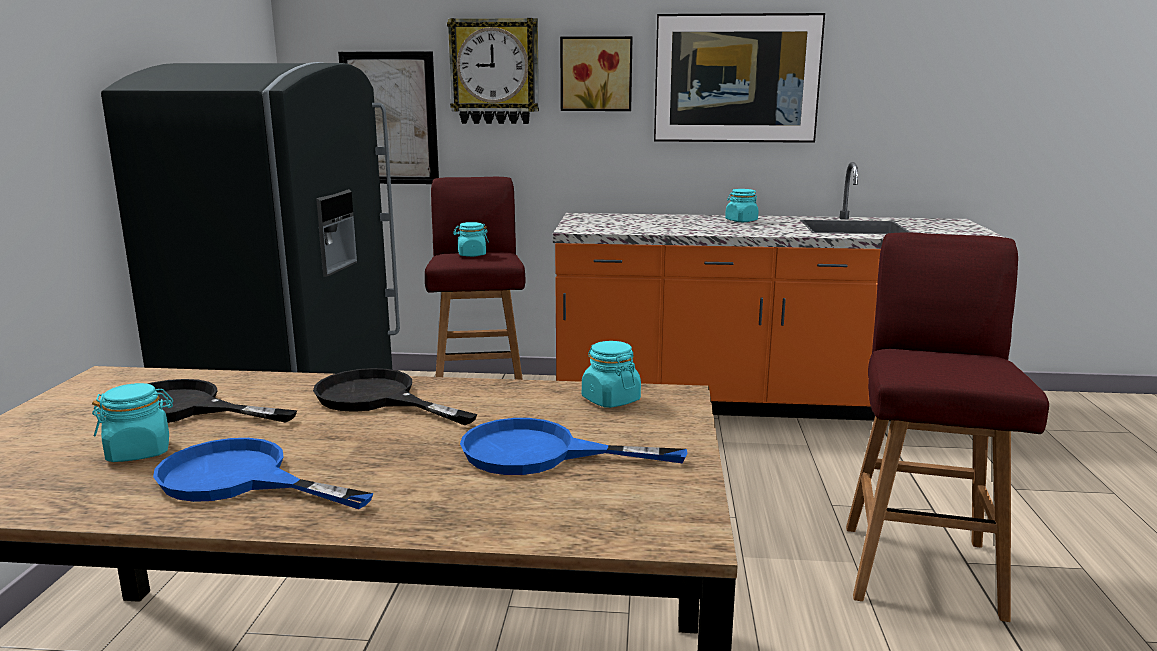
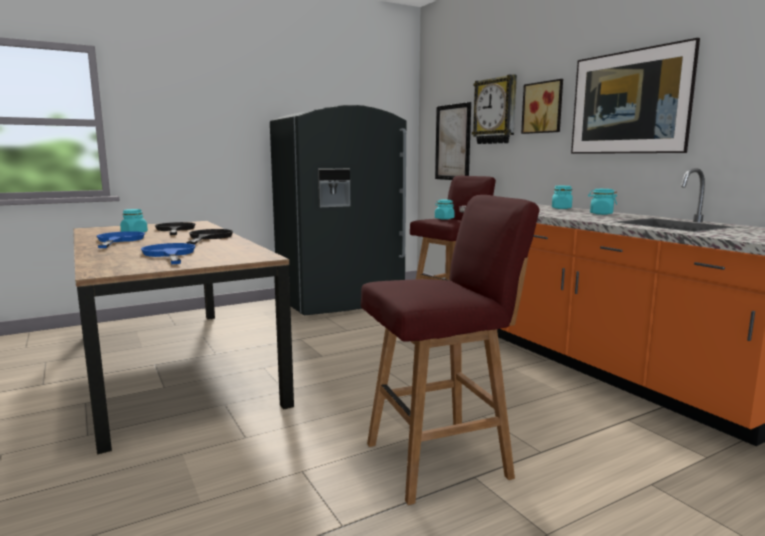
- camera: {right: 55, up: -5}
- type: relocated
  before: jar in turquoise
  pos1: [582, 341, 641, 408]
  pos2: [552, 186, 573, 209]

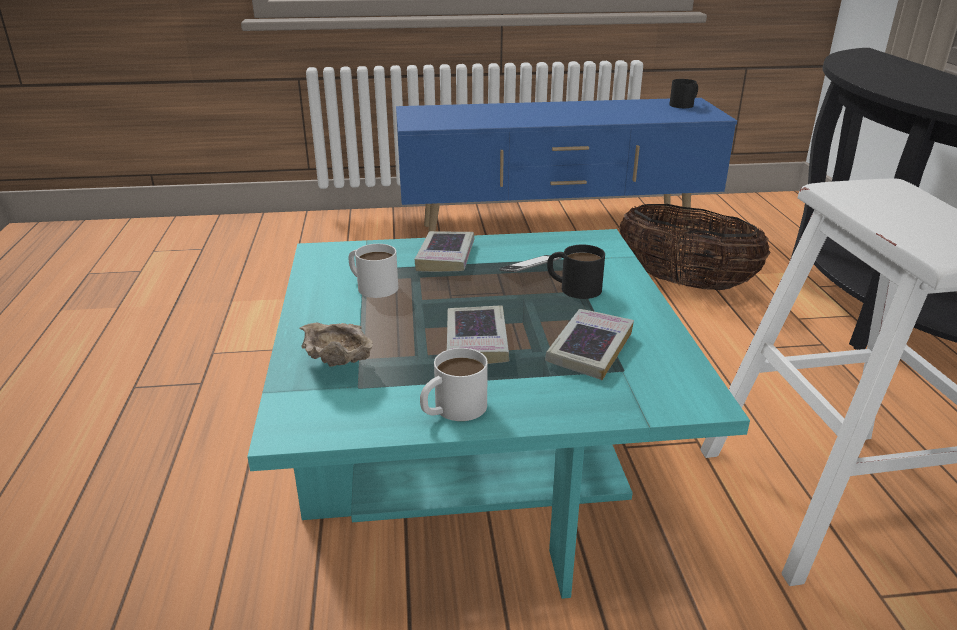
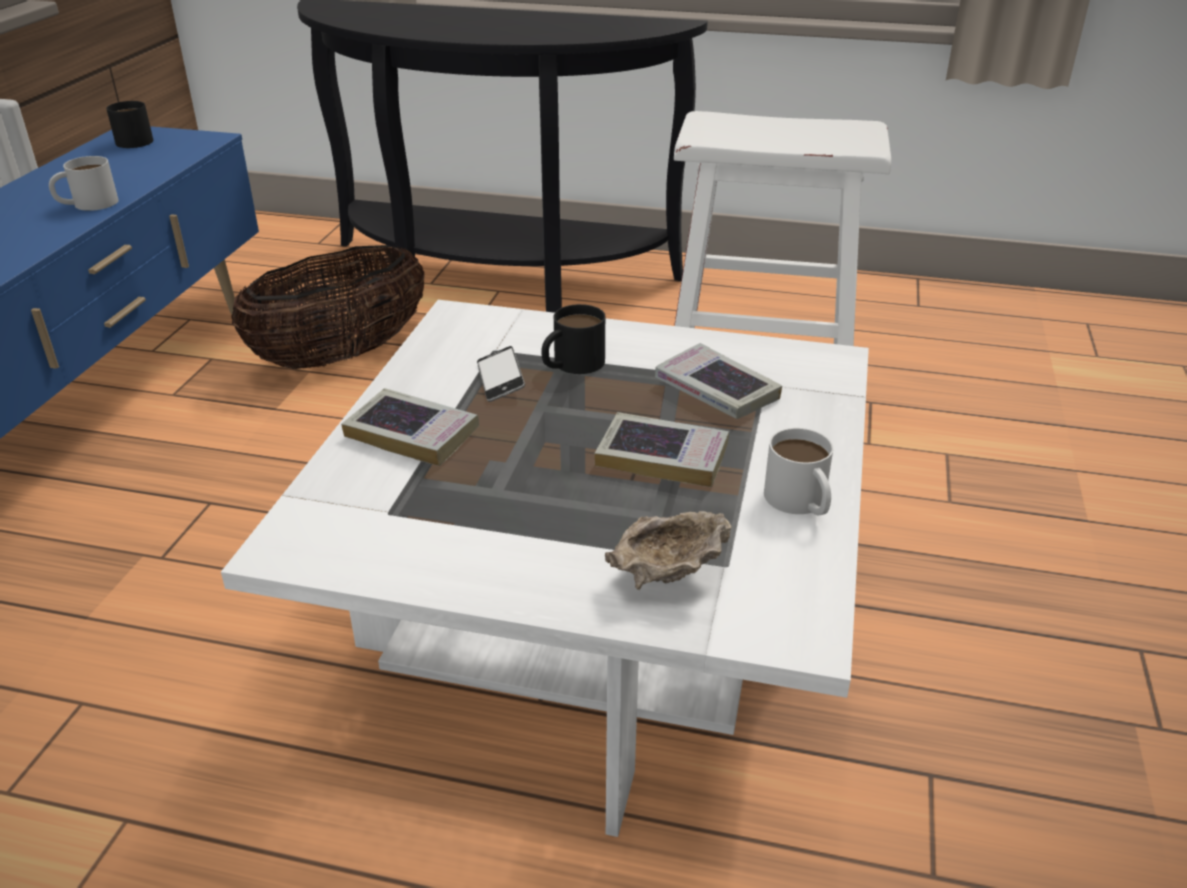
- camera: {right: -70, up: 5}
- type: relocated
  before: mug in white
  pos1: [348, 244, 398, 298]
  pos2: [49, 156, 119, 211]
- type: colour
  before: coffee table in turquoise
  after: coffee table in white
  pos1: [247, 229, 750, 599]
  pos2: [221, 300, 869, 837]

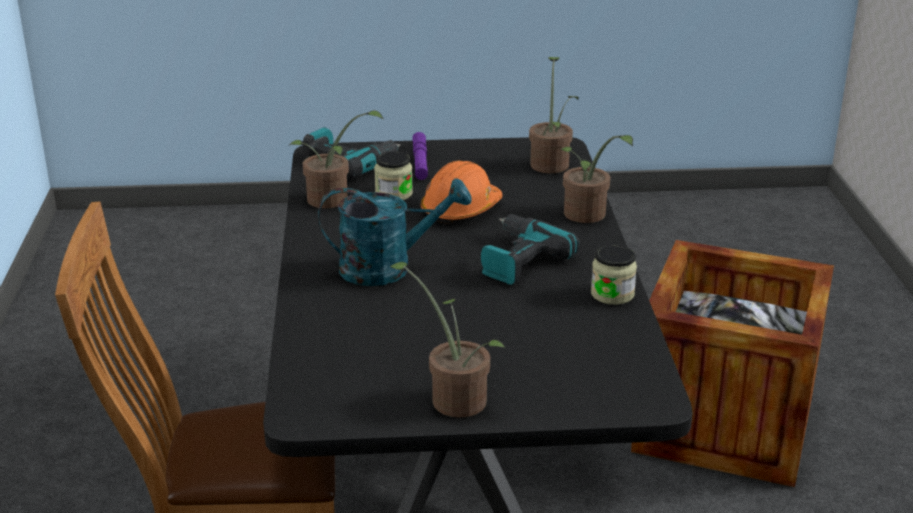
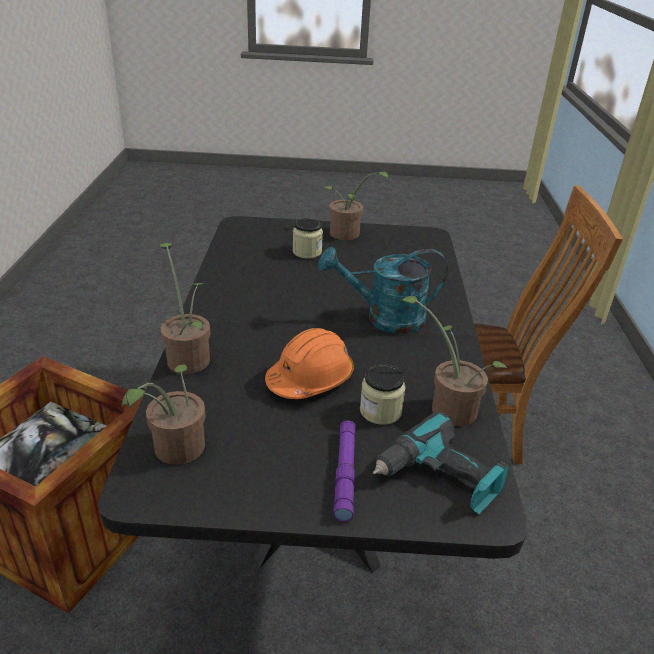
- camera: {right: -175, up: 5}
- type: missing
  before: power drill
  pos1: [481, 214, 580, 285]
- type: relocated
  before: jar
  pos1: [591, 245, 637, 305]
  pos2: [293, 218, 323, 259]

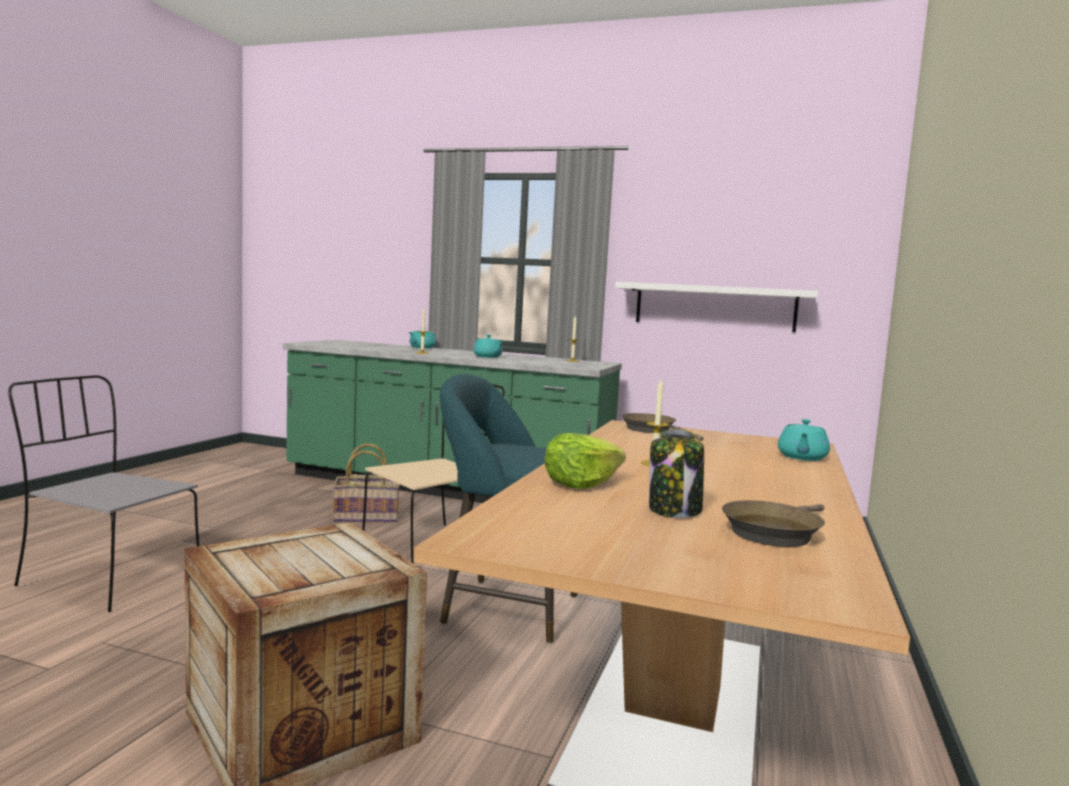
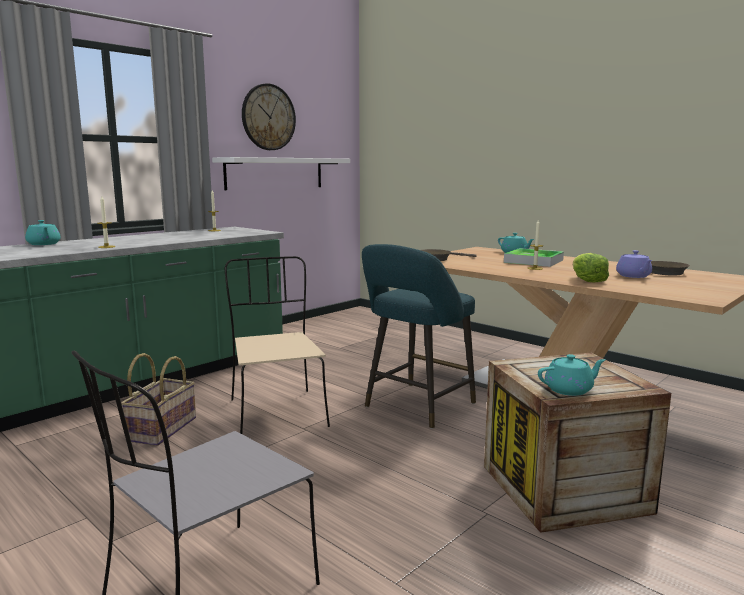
- camera: {right: -65, up: 5}
- type: appeared
  after: wall clock
  pos2: [242, 83, 296, 150]
- type: appeared
  after: tray
  pos2: [504, 248, 564, 267]
- type: relocated
  before: teapot in turquoise
  pos1: [474, 335, 504, 358]
  pos2: [538, 354, 606, 396]
- type: exchanged
  before: jar
  after: teapot in purple
  pos1: [649, 429, 704, 518]
  pos2: [616, 250, 652, 278]

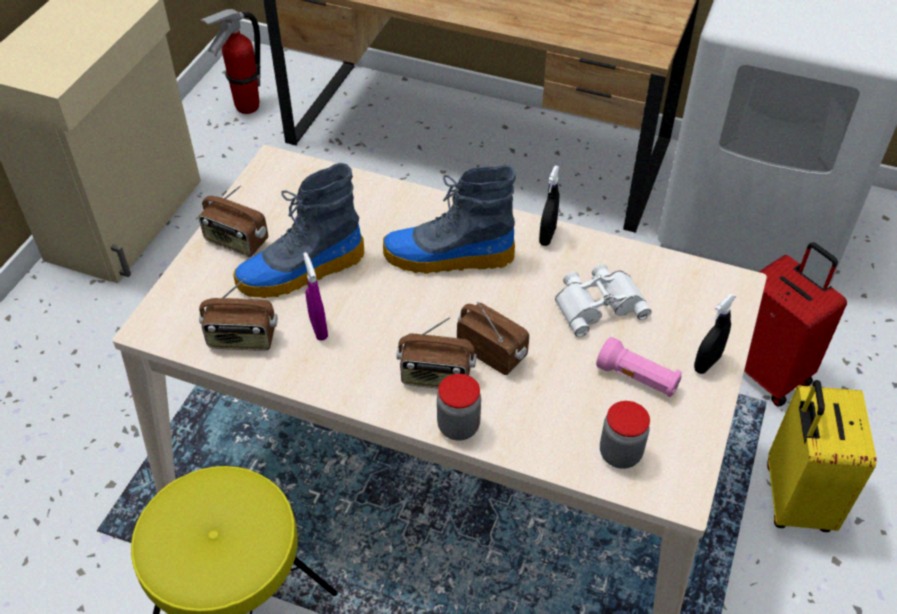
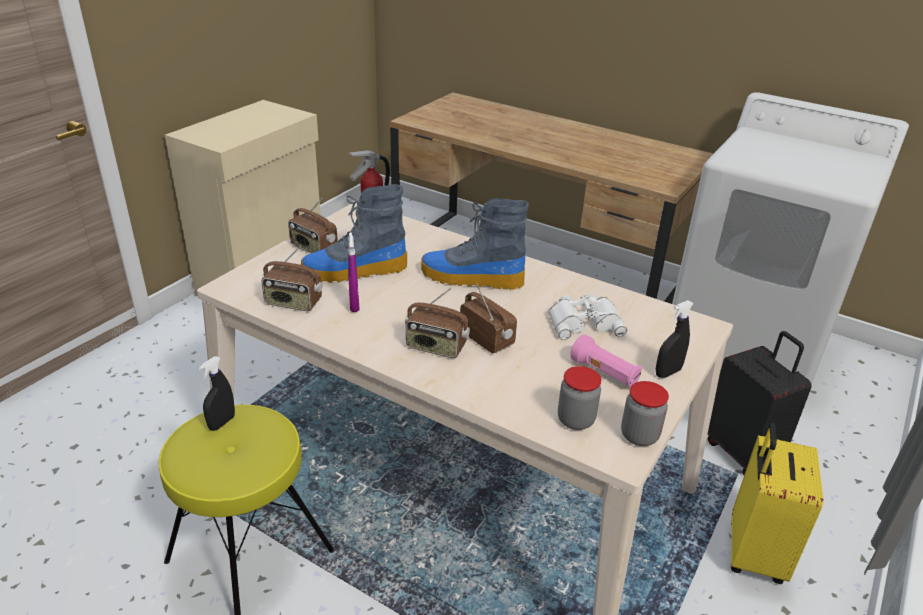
- camera: {right: 10, up: -15}
- type: relocated
  before: jar
  pos1: [437, 374, 481, 441]
  pos2: [621, 381, 669, 446]
- type: relocated
  before: spray bottle in black
  pos1: [539, 165, 560, 246]
  pos2: [199, 357, 235, 431]
- type: colour
  before: suitcase in red
  after: suitcase in black
  pos1: [744, 242, 847, 407]
  pos2: [708, 331, 812, 475]

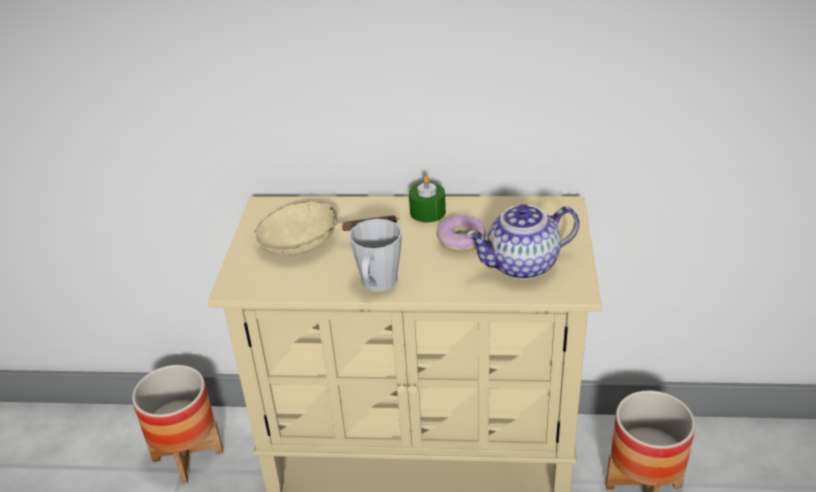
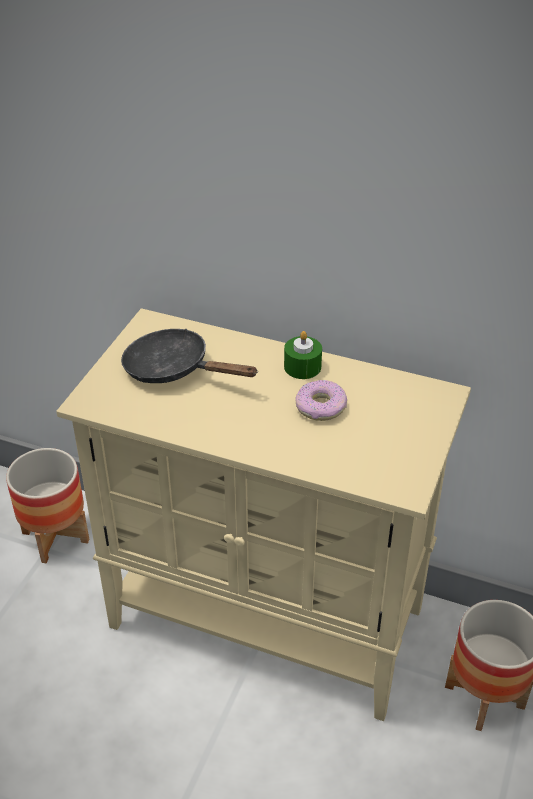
- camera: {right: 15, up: 5}
- type: missing
  before: mug in grey
  pos1: [349, 219, 402, 292]
- type: missing
  before: teapot
  pos1: [466, 204, 580, 280]
- type: colour
  before: frying pan in beige
  after: frying pan in black
  pos1: [254, 201, 399, 256]
  pos2: [121, 329, 258, 383]

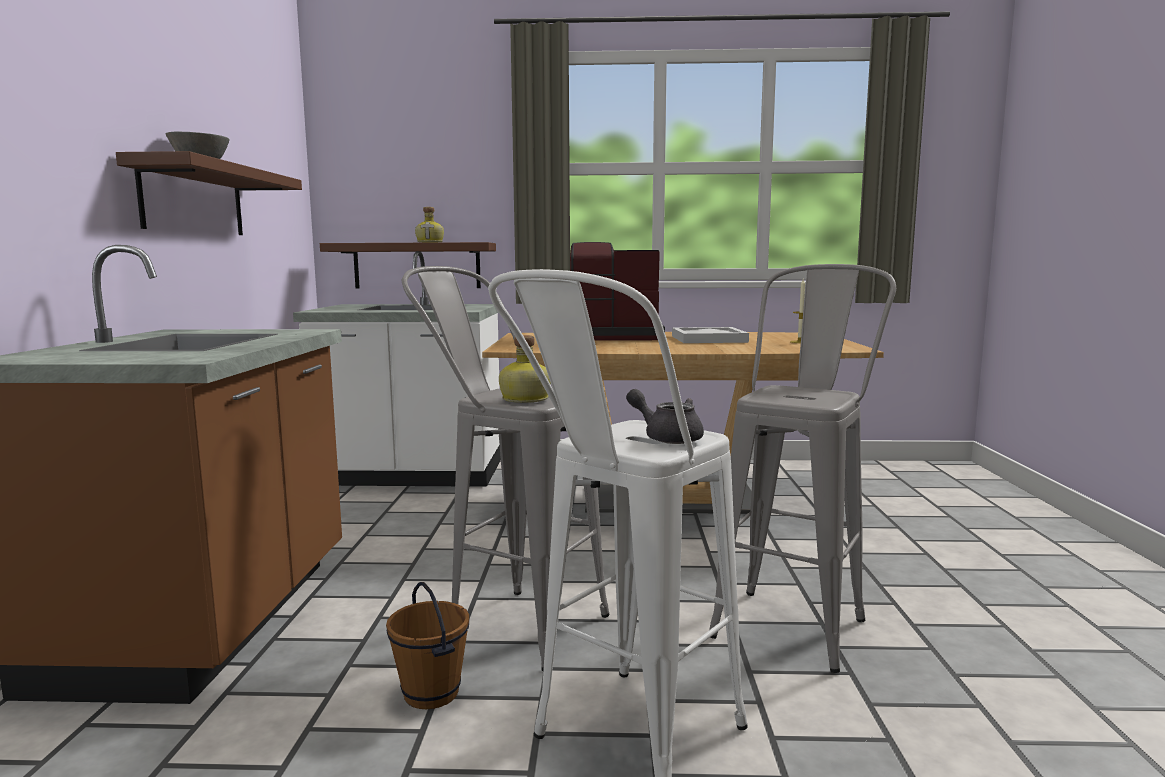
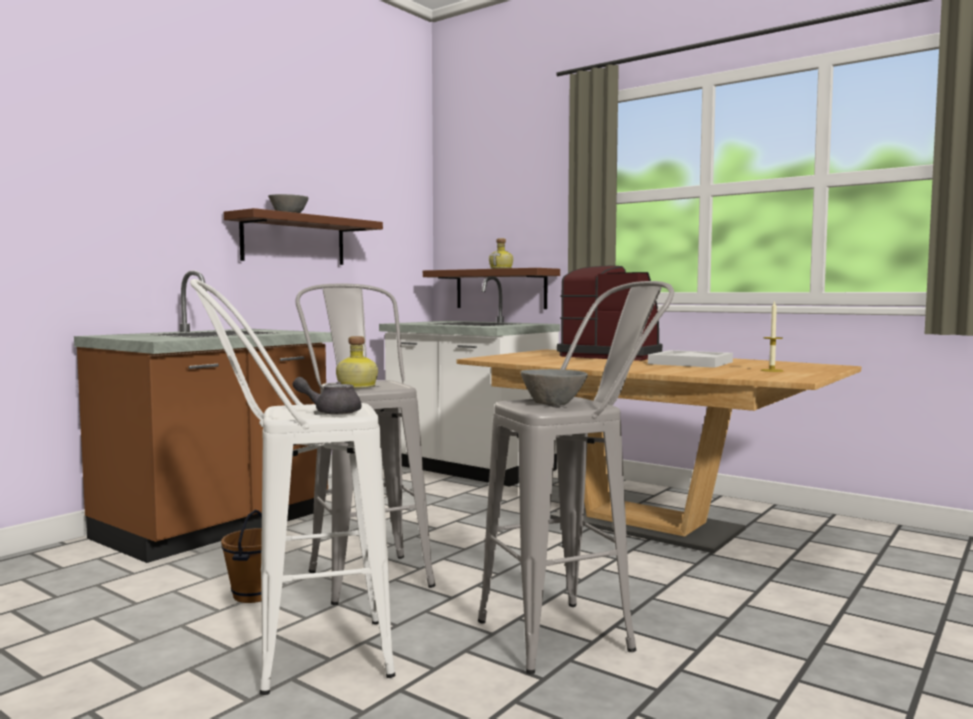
- camera: {right: 35, up: -5}
- type: appeared
  after: bowl in grey
  pos2: [521, 369, 588, 405]
- type: spun
  before: teapot in grey
  pos1: [626, 389, 704, 444]
  pos2: [292, 377, 361, 415]
  turn: -75

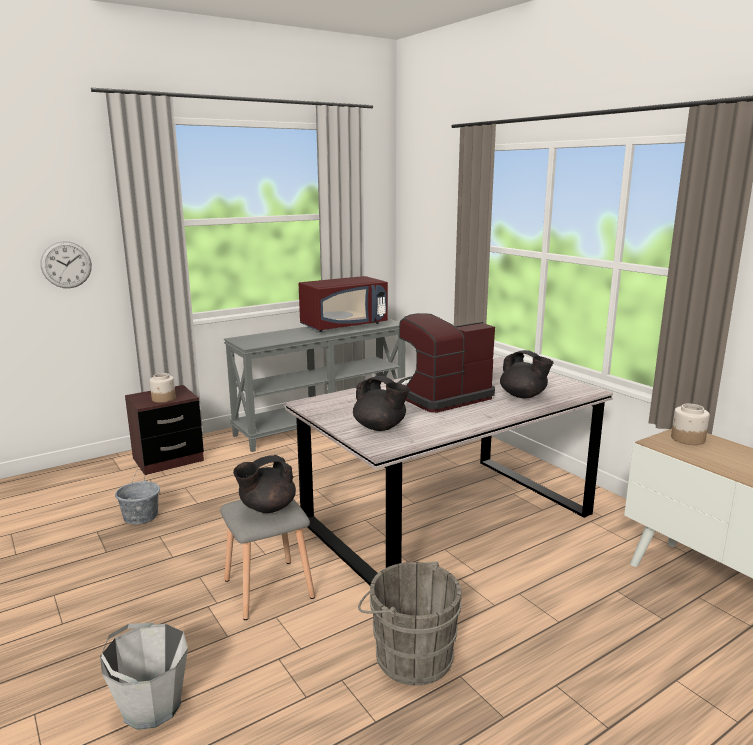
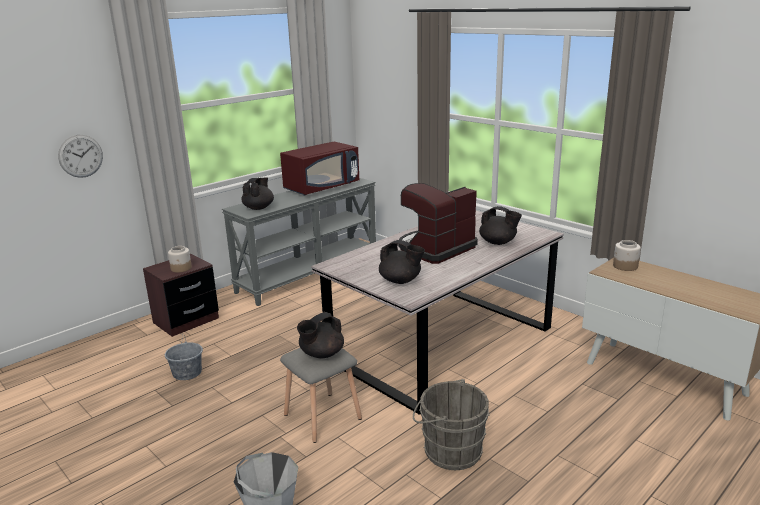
- camera: {right: -10, up: 5}
- type: appeared
  after: teapot in black
  pos2: [242, 177, 274, 210]

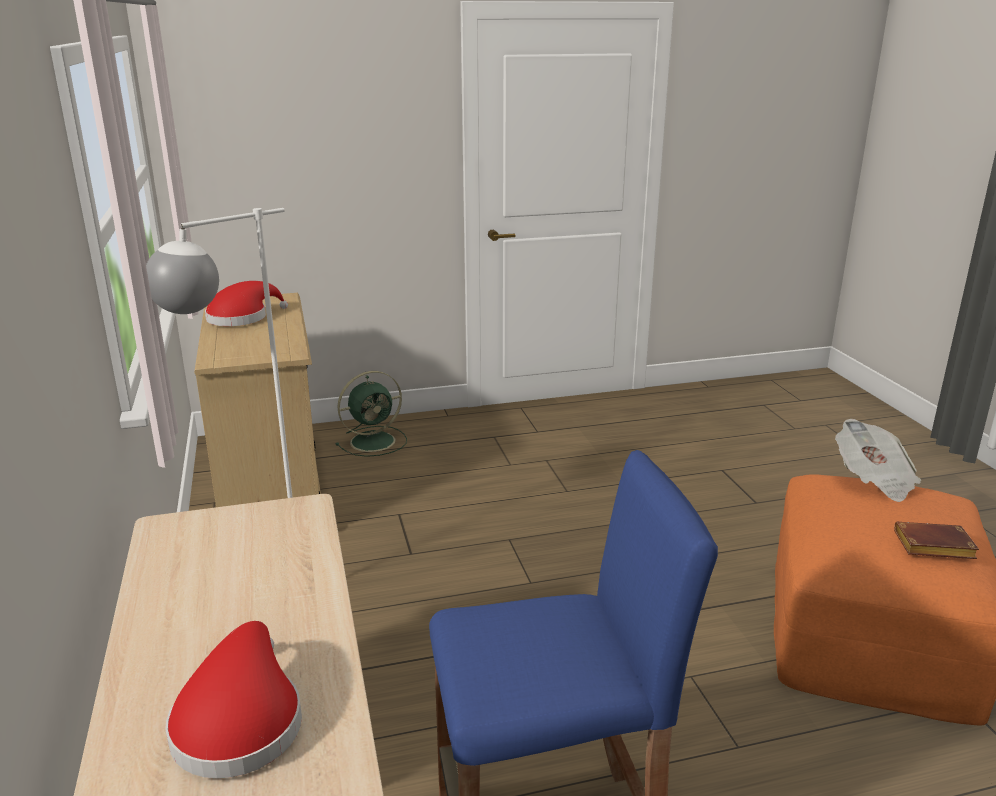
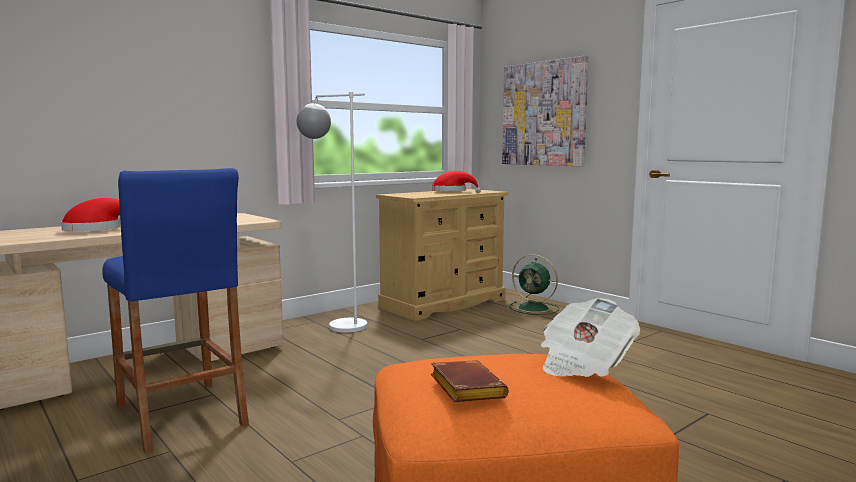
- camera: {right: 65, up: -15}
- type: appeared
  after: picture
  pos2: [502, 56, 589, 166]

